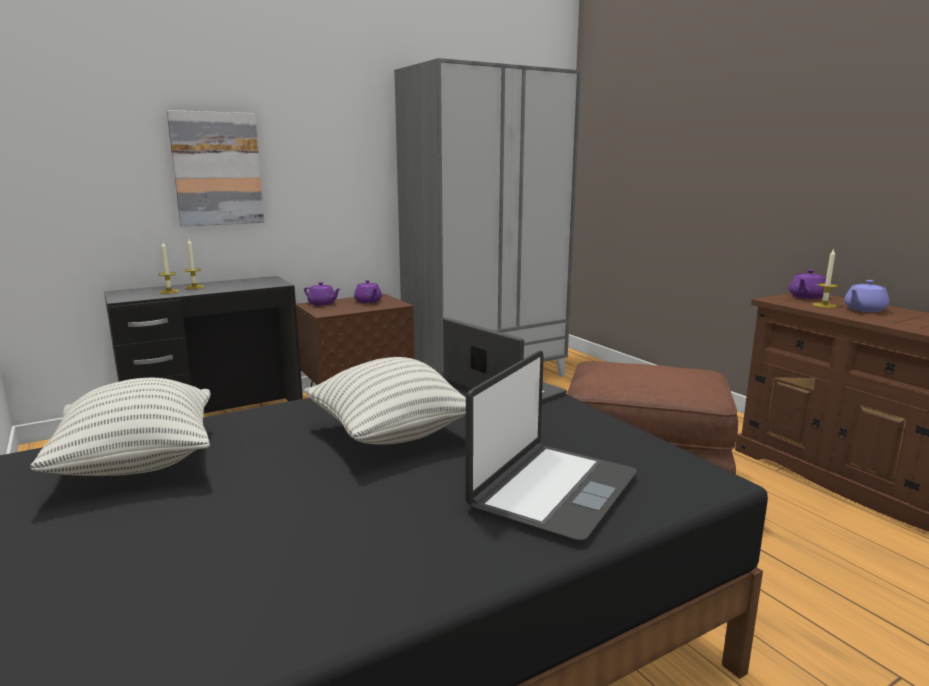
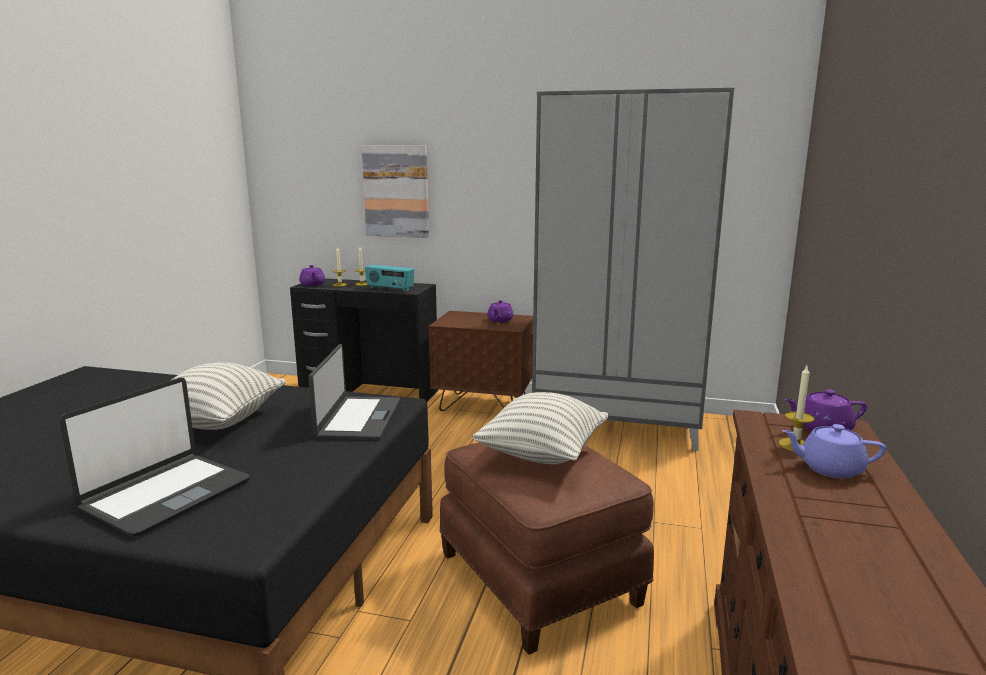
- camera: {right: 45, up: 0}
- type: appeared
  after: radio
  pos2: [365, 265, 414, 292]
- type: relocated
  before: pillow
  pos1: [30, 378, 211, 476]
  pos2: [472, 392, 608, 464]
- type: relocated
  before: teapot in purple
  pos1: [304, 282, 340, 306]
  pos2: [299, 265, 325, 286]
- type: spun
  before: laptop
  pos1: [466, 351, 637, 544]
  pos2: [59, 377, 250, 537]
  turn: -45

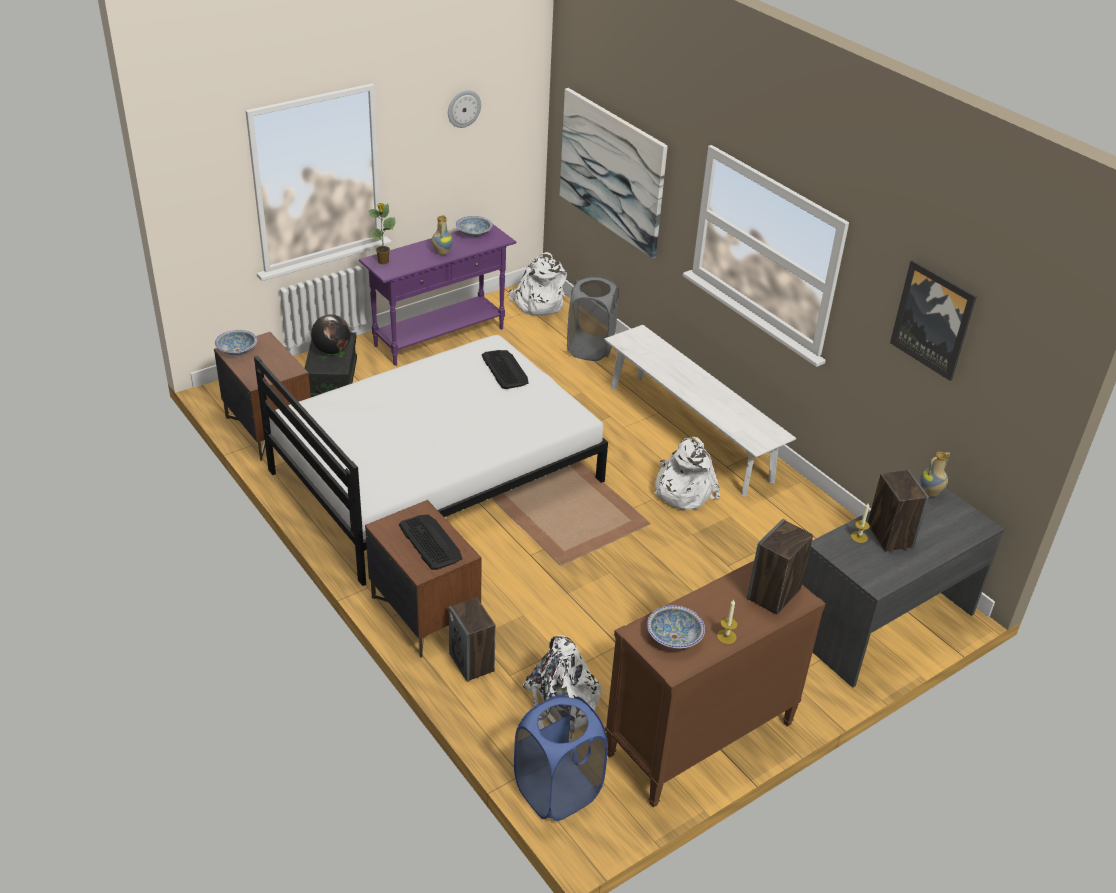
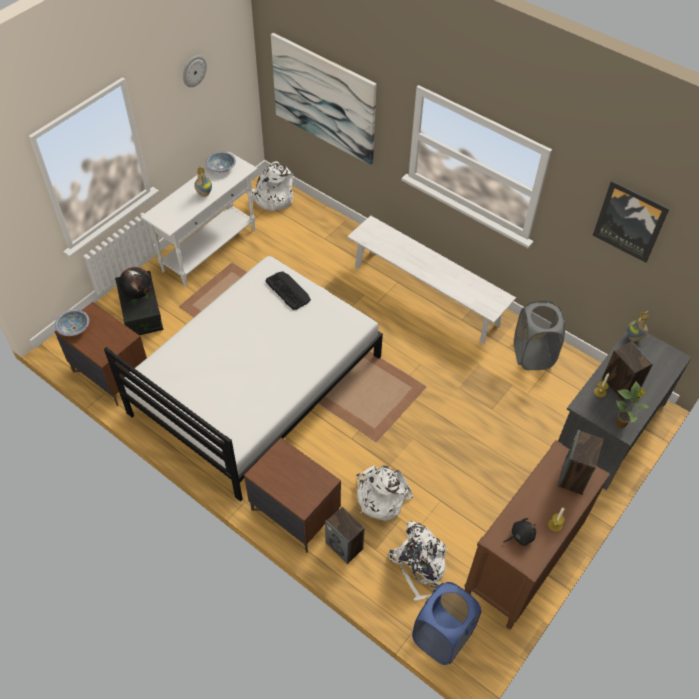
- camera: {right: -15, up: 15}
- type: missing
  before: keyboard
  pos1: [399, 515, 462, 570]
- type: relocated
  before: potted plant
  pos1: [368, 203, 396, 265]
  pos2: [616, 381, 650, 428]
- type: relocated
  before: laundry basket in grey
  pos1: [567, 275, 619, 361]
  pos2: [514, 301, 565, 370]
- type: relocated
  before: backpack in white
  pos1: [654, 437, 720, 510]
  pos2: [357, 465, 413, 521]
- type: exchanged
  before: bowl
  after: plush toy in black
  pos1: [647, 605, 705, 649]
  pos2: [503, 518, 536, 546]
- type: colour
  before: console table in purple
  after: console table in white
  pos1: [359, 224, 516, 366]
  pos2: [140, 152, 258, 287]

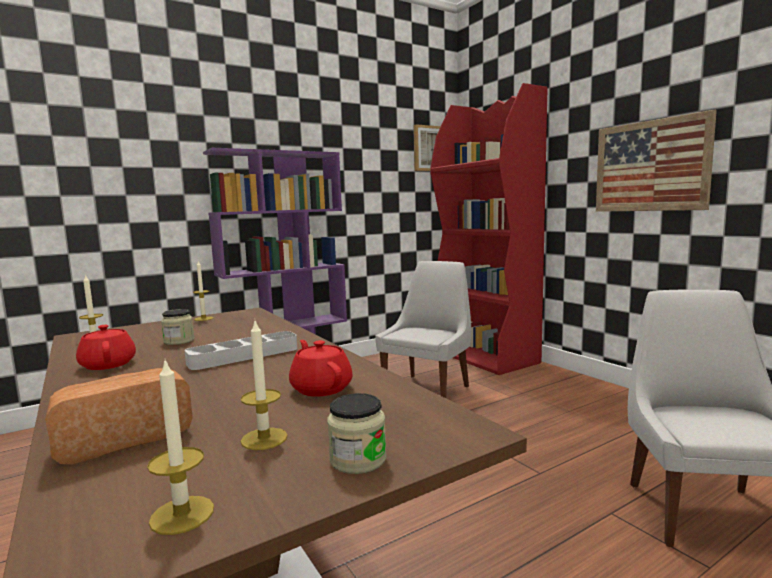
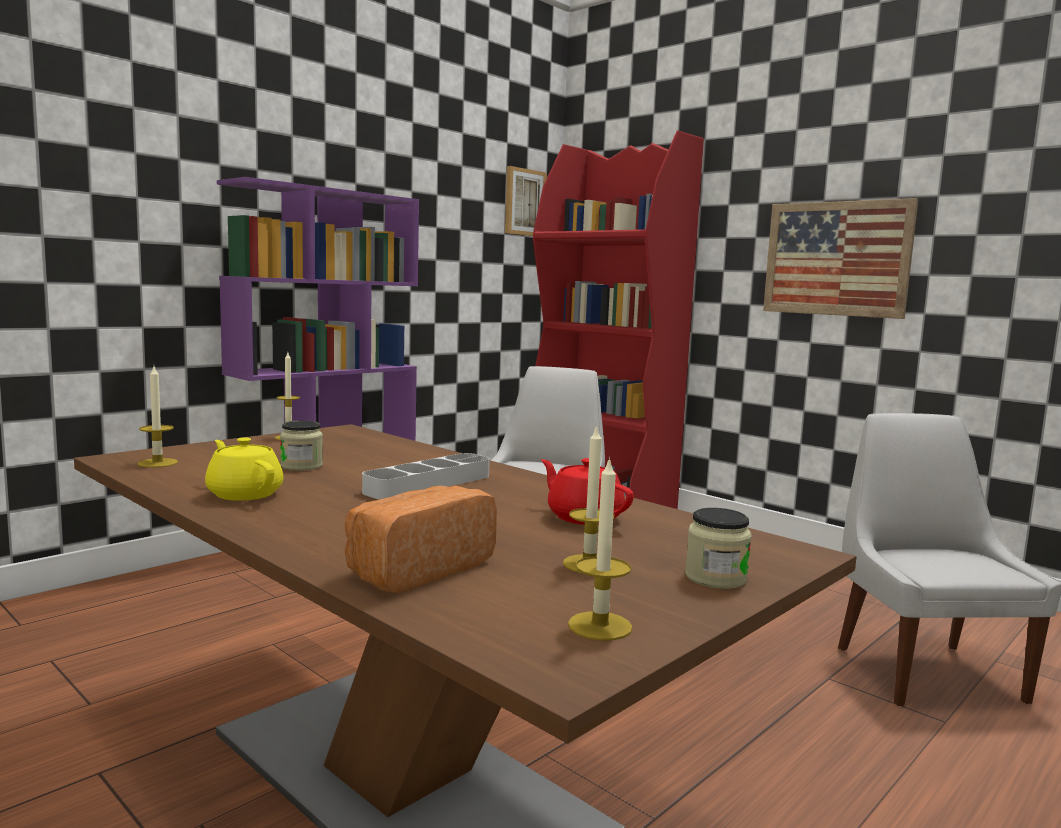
- camera: {right: -15, up: 0}
- type: colour
  before: teapot in red
  after: teapot in yellow
  pos1: [76, 325, 136, 370]
  pos2: [205, 437, 284, 501]

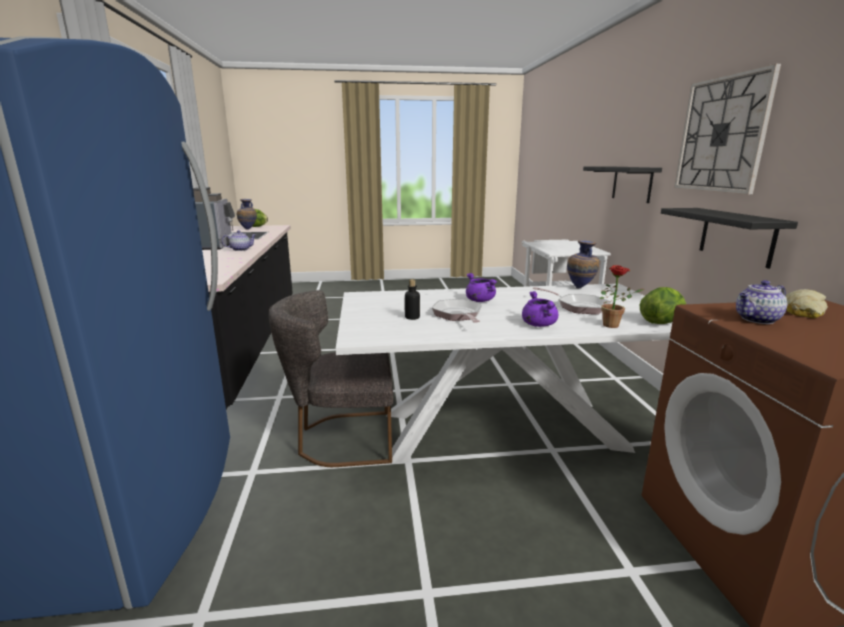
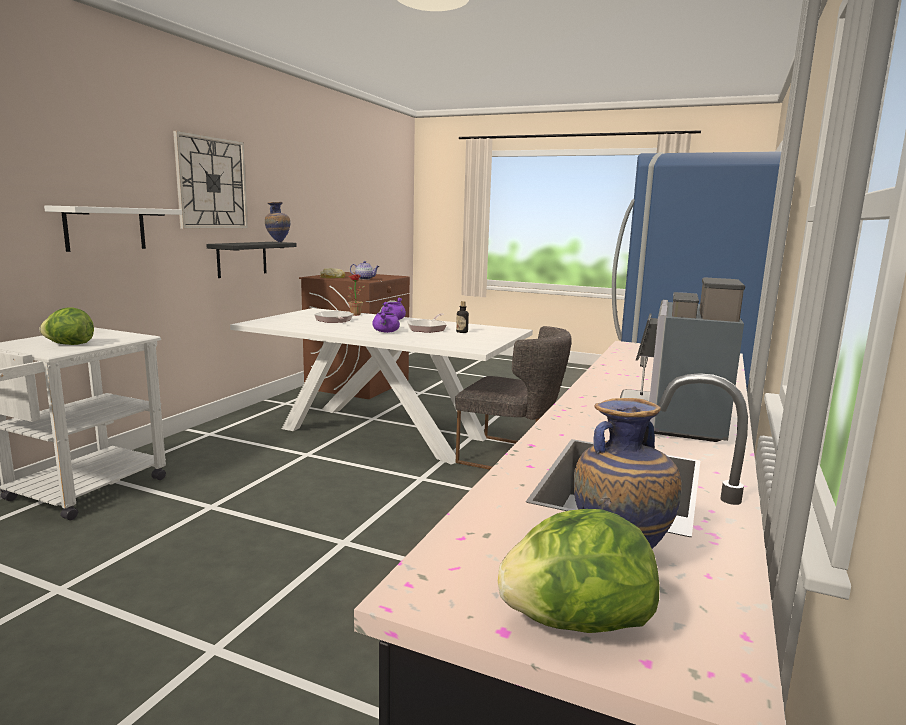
- camera: {right: -150, up: -5}
- type: missing
  before: teapot
  pos1: [222, 230, 256, 251]
- type: relocated
  before: vase
  pos1: [567, 240, 599, 288]
  pos2: [265, 202, 290, 243]
- type: relocated
  before: lettuce
  pos1: [640, 287, 686, 324]
  pos2: [39, 307, 94, 345]
- type: colour
  before: shelf in black
  after: shelf in white
  pos1: [583, 167, 662, 203]
  pos2: [44, 205, 182, 252]

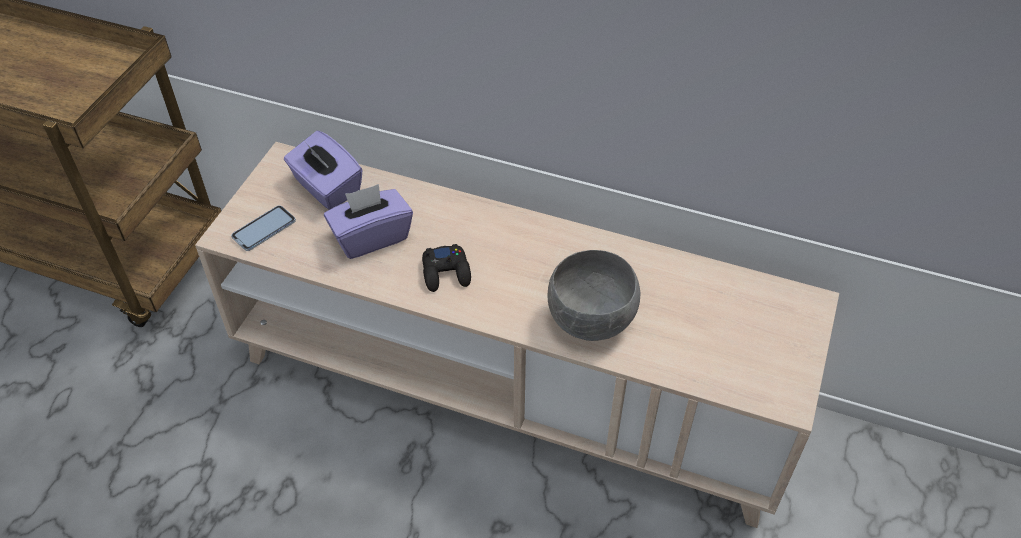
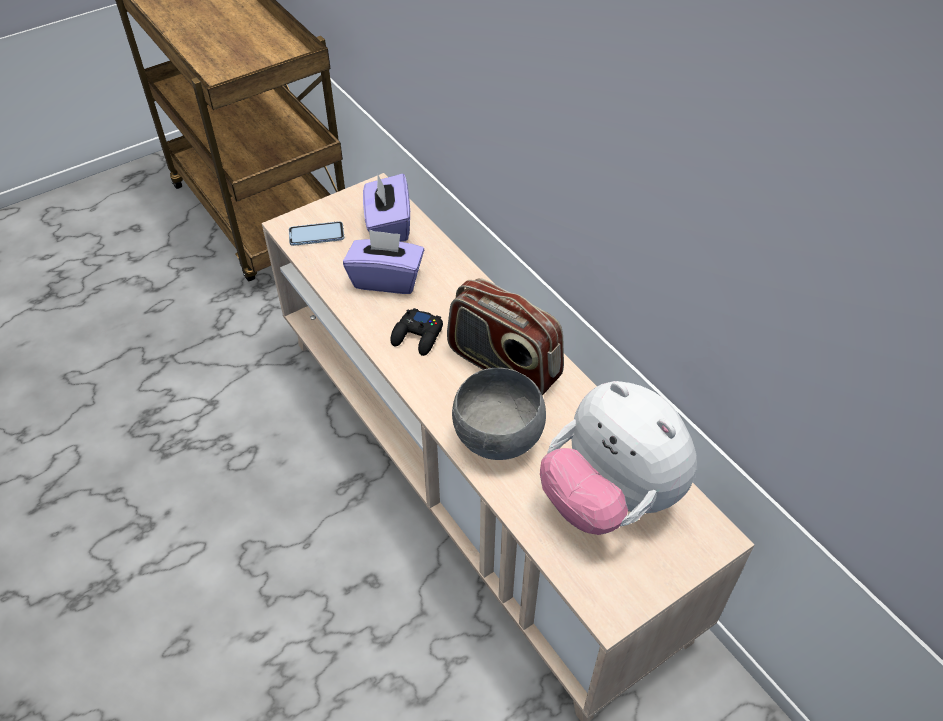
- camera: {right: 35, up: 0}
- type: appeared
  after: radio
  pos2: [447, 278, 564, 396]
- type: appeared
  after: plush toy
  pos2: [540, 381, 697, 535]

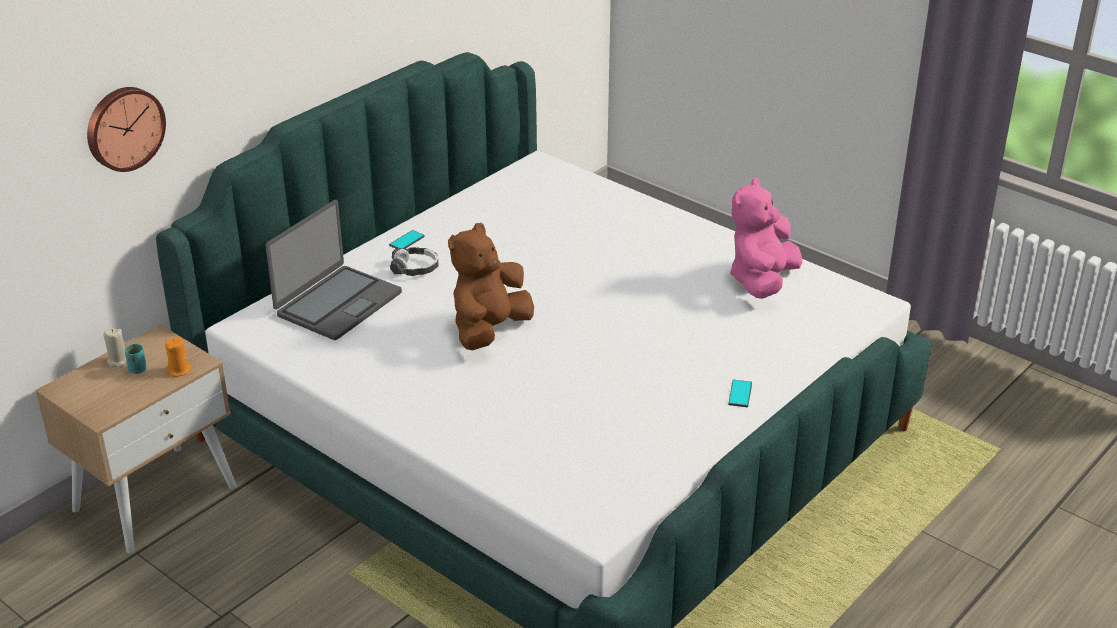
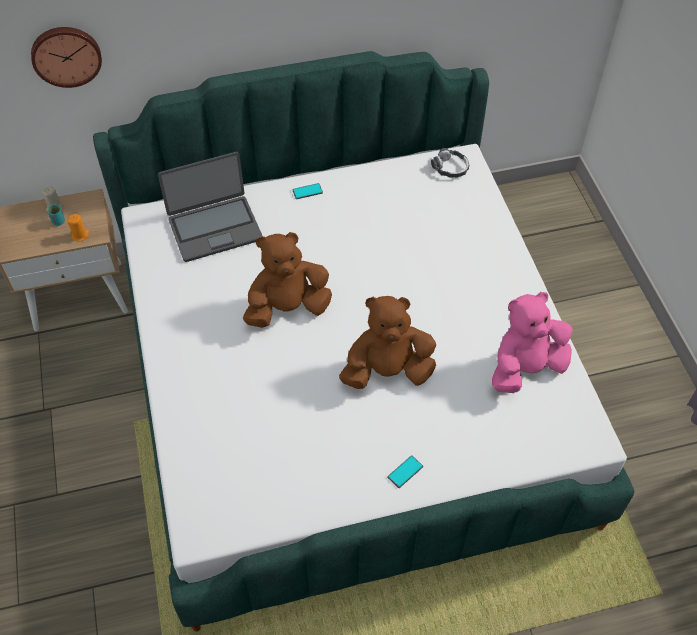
- camera: {right: 35, up: 20}
- type: appeared
  after: plush toy in brown
  pos2: [339, 296, 436, 389]
- type: relocated
  before: headphones
  pos1: [390, 247, 439, 276]
  pos2: [431, 148, 469, 178]

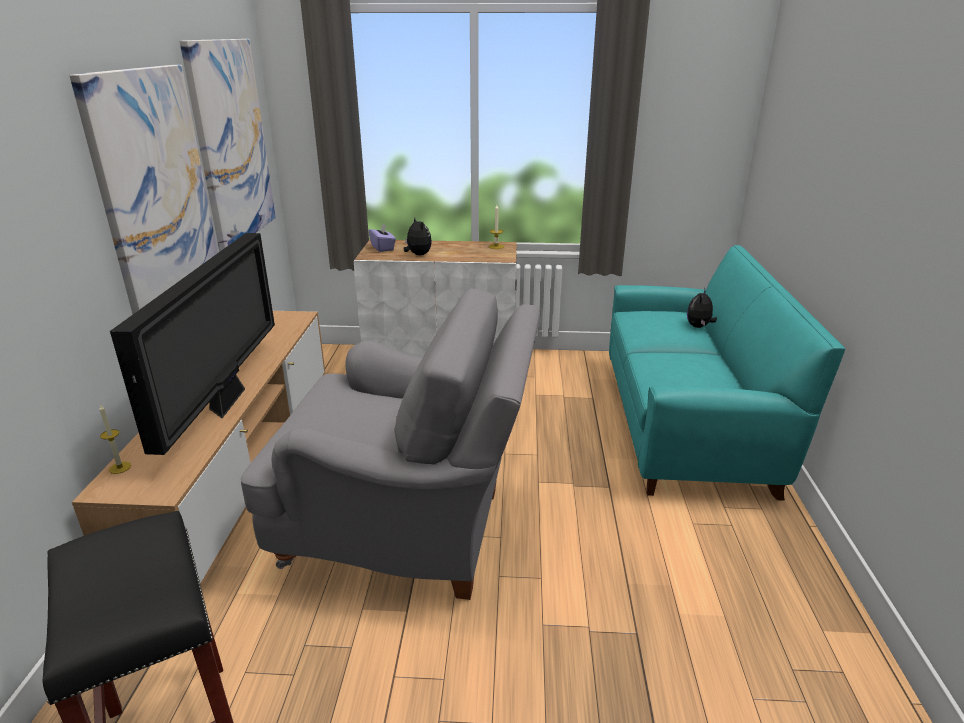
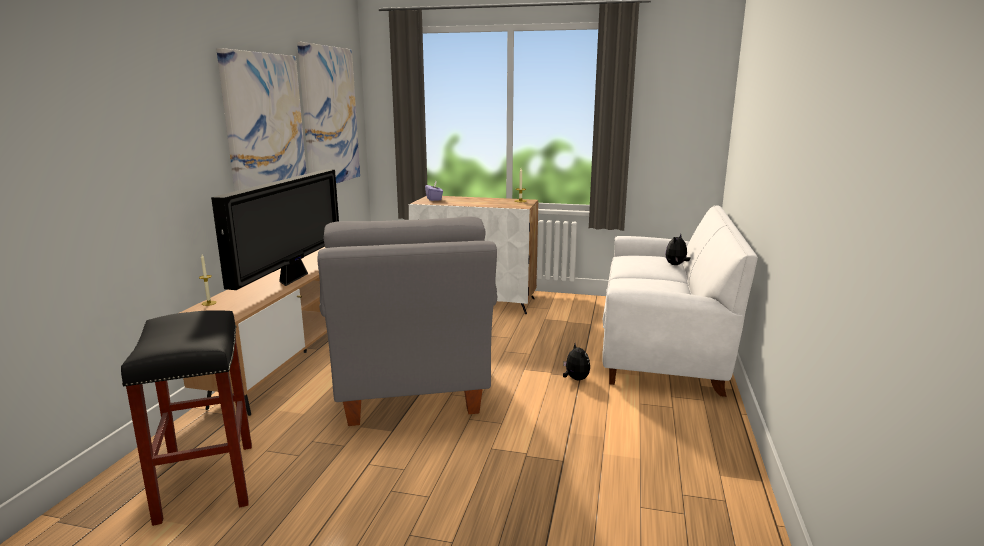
- camera: {right: 10, up: -10}
- type: relocated
  before: plush toy
  pos1: [404, 218, 432, 255]
  pos2: [563, 343, 590, 380]
- type: colour
  before: sofa in turquoise
  after: sofa in white
  pos1: [609, 245, 845, 501]
  pos2: [603, 206, 758, 397]
- type: spun
  before: armchair in grey
  pos1: [241, 288, 541, 600]
  pos2: [317, 217, 497, 426]
  turn: 60

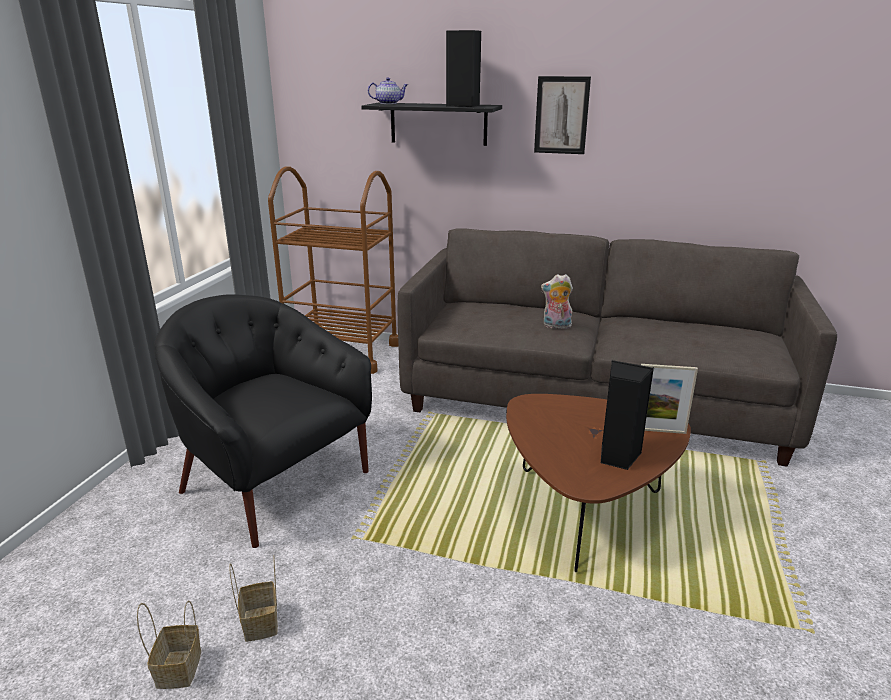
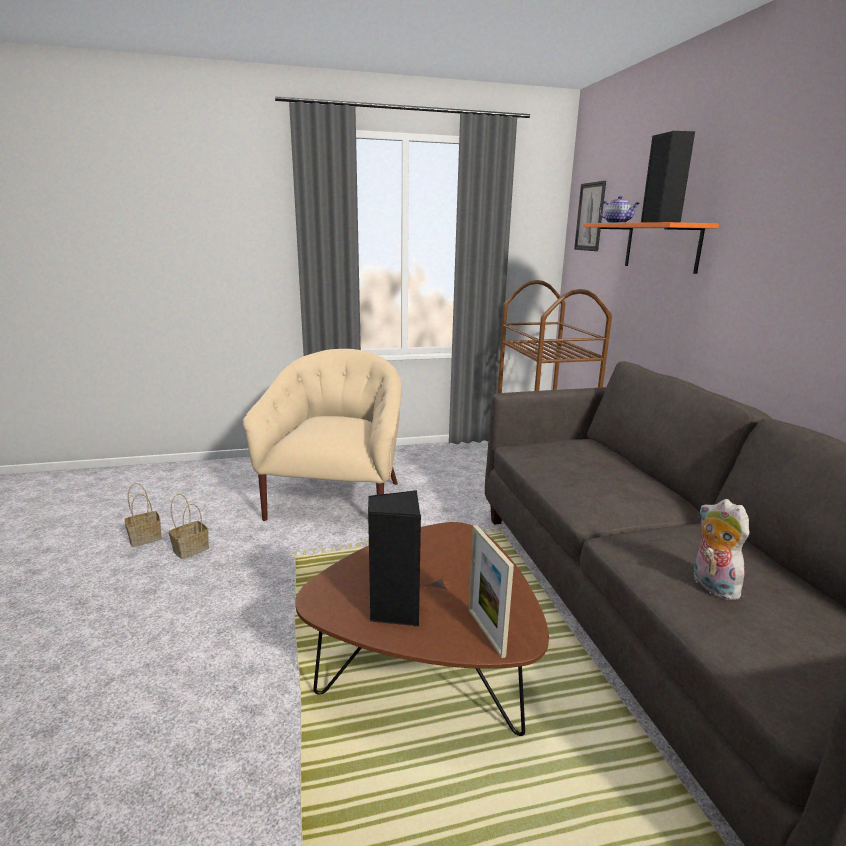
- camera: {right: 60, up: -5}
- type: relocated
  before: picture
  pos1: [534, 76, 591, 154]
  pos2: [574, 181, 606, 251]
- type: relocated
  before: plush toy
  pos1: [541, 274, 573, 329]
  pos2: [693, 499, 749, 600]
- type: colour
  before: armchair in black
  after: armchair in beige
  pos1: [154, 294, 372, 548]
  pos2: [243, 349, 402, 521]
- type: colour
  before: shelf in black
  after: shelf in orange
  pos1: [361, 103, 502, 146]
  pos2: [583, 222, 719, 274]

